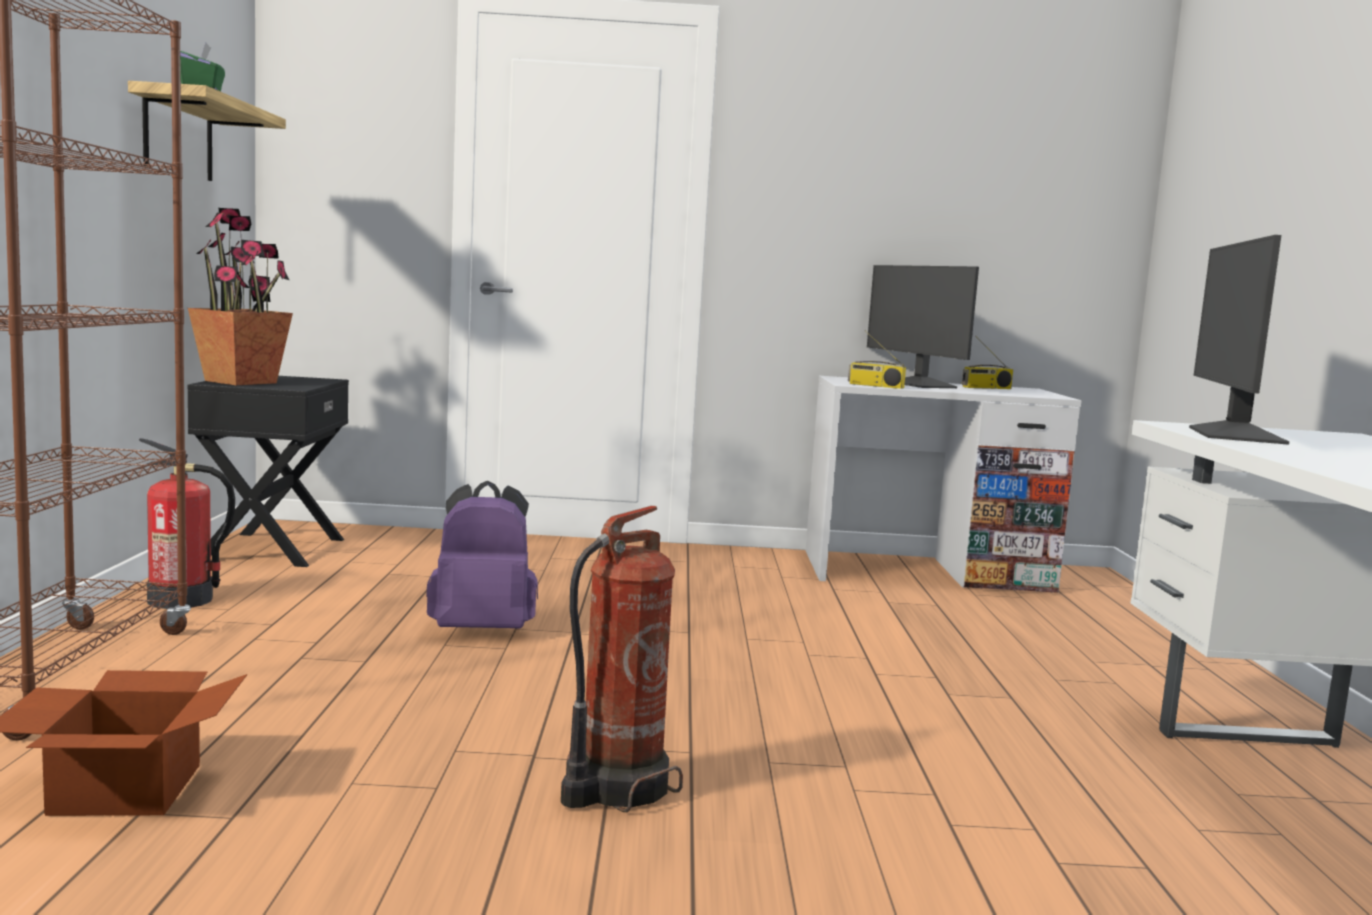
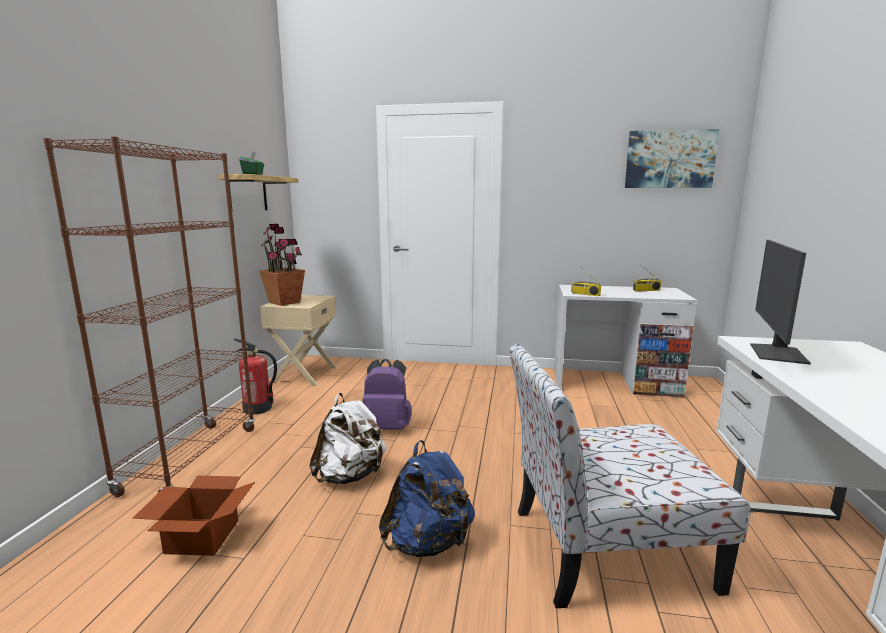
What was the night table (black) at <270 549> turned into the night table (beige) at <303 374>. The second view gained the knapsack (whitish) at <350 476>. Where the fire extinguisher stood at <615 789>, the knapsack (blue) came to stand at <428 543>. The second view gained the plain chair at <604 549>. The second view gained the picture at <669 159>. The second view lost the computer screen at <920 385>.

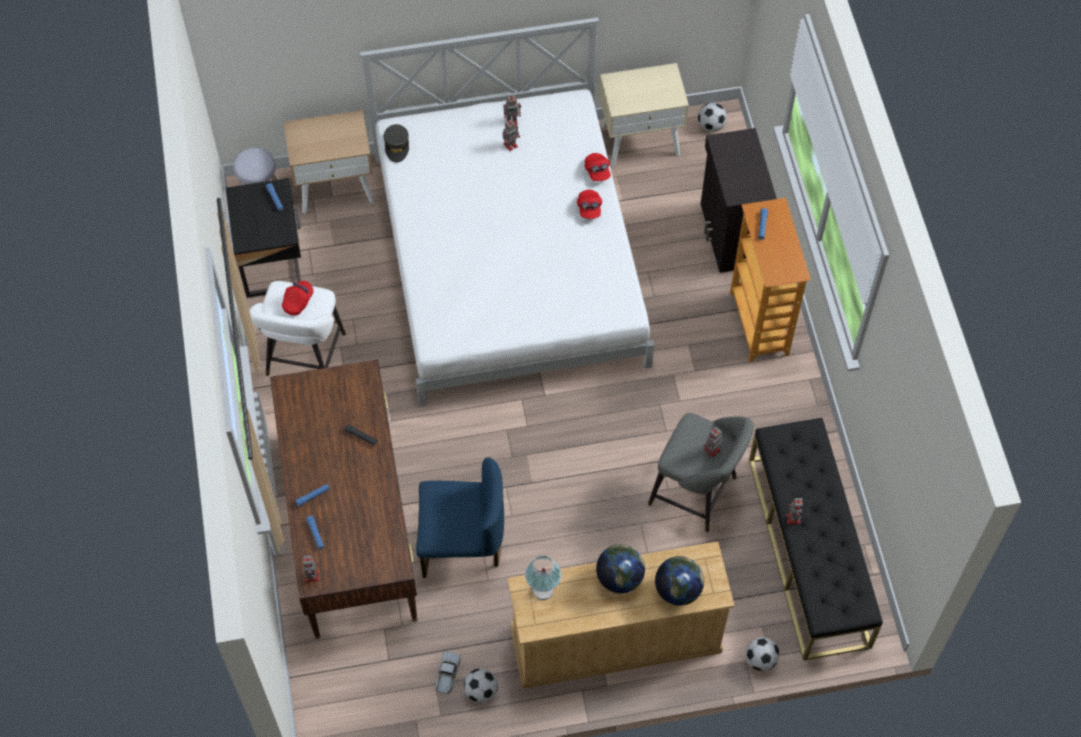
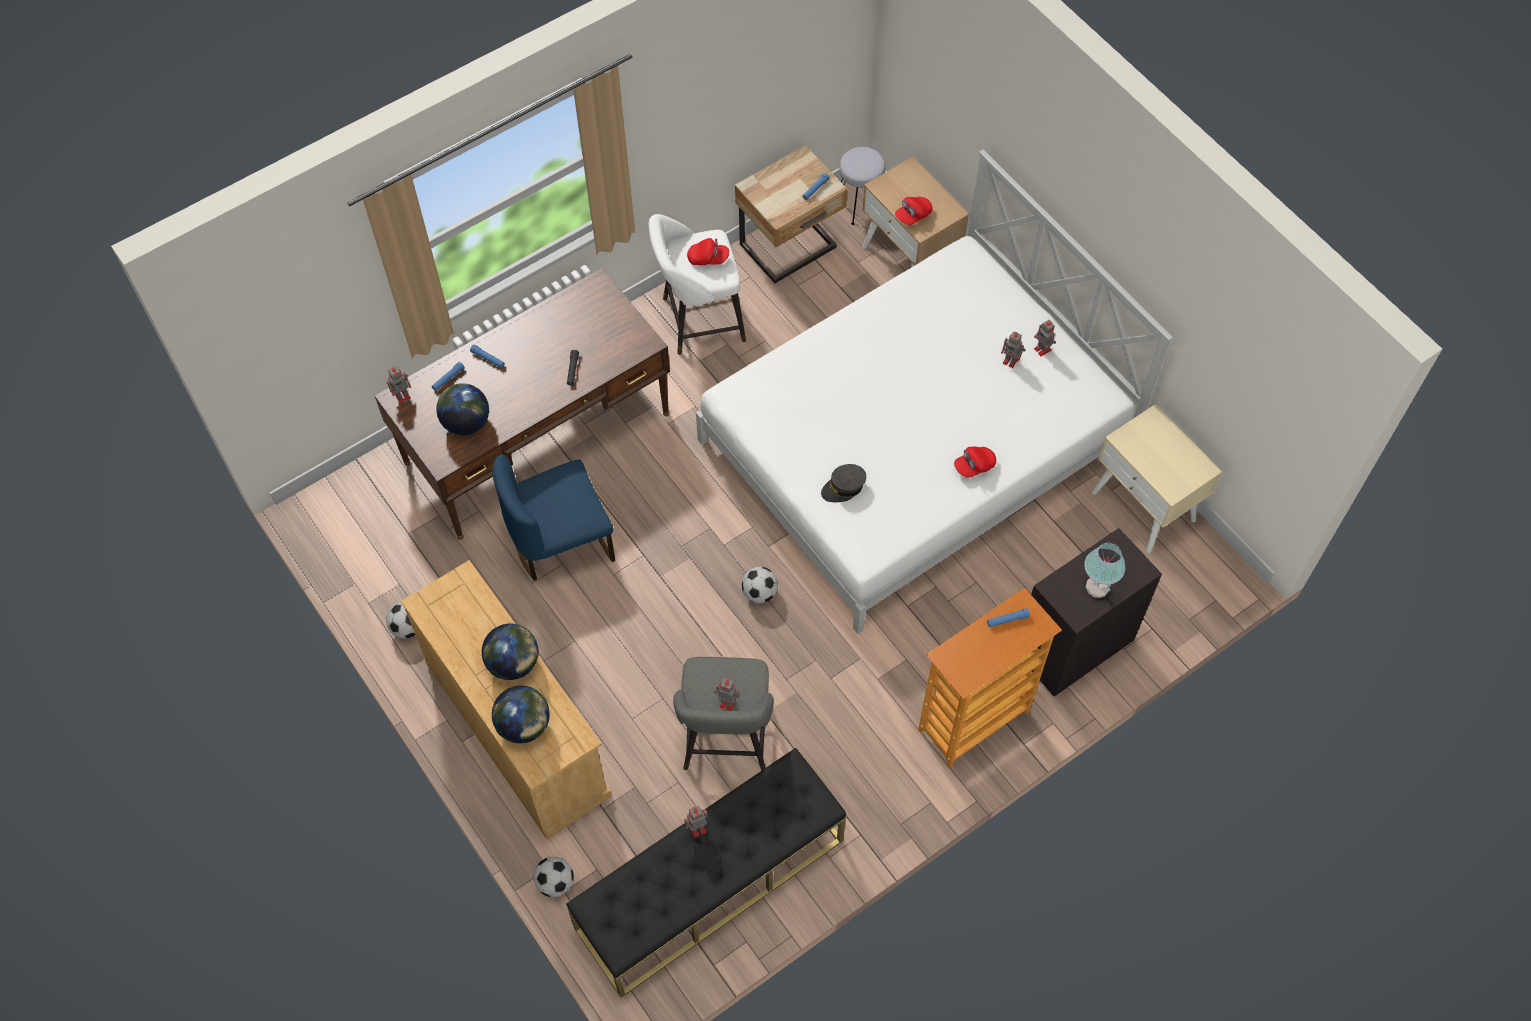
The second view gained the world globe at <466 423>. The plain chair (blue) at <461 544> ended up facing another way, 90 degrees clockwise from before. What was the night table (black) at <273 264> turned into the night table (beige) at <790 248>. The football ball ended up elsewhere, having gone from <711 125> to <760 593>. The baseball cap (grey) ended up elsewhere, having gone from <397 146> to <844 487>. The baseball cap (reddish) ended up elsewhere, having gone from <597 171> to <913 215>. The table lamp ended up elsewhere, having gone from <543 591> to <1096 587>. The second view lost the model truck at <447 675>.

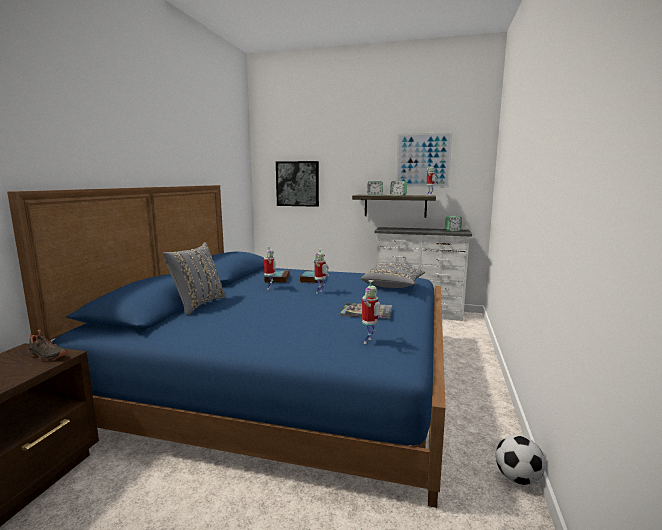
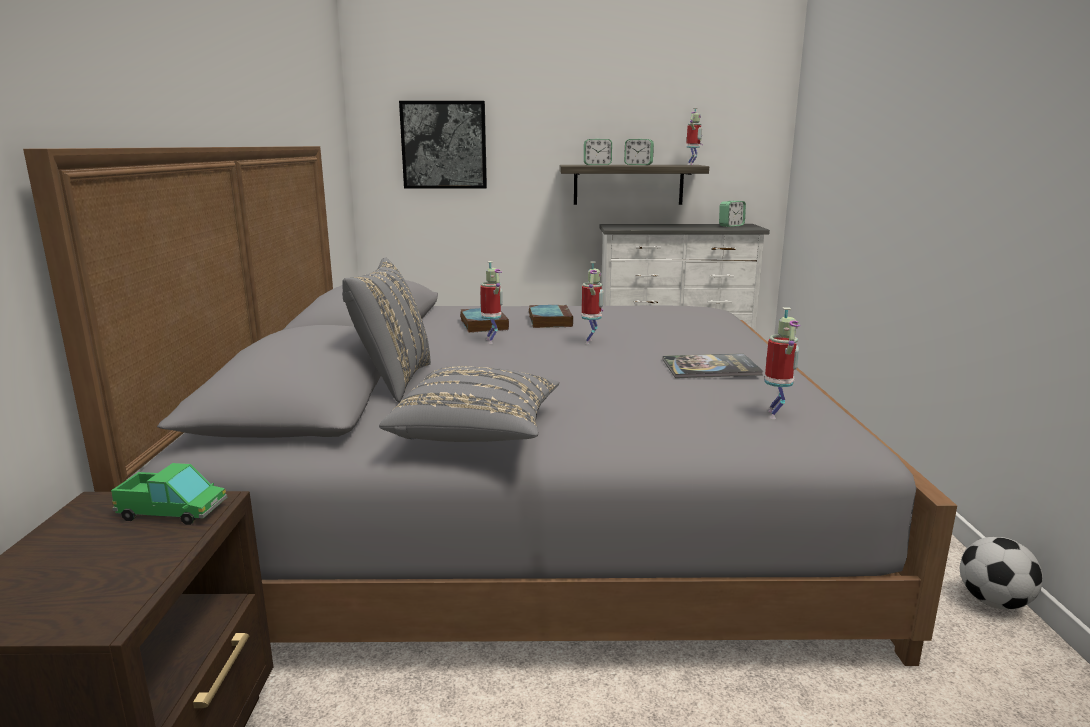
What was the bedroom bed (blue) at <286 376> turned into the bedroom bed (grey) at <531 500>. Where the item of footwear (black) stood at <46 356>, the model truck came to stand at <172 511>. The cushion (grey) ended up elsewhere, having gone from <393 286> to <477 432>. The second view lost the picture at <423 160>.

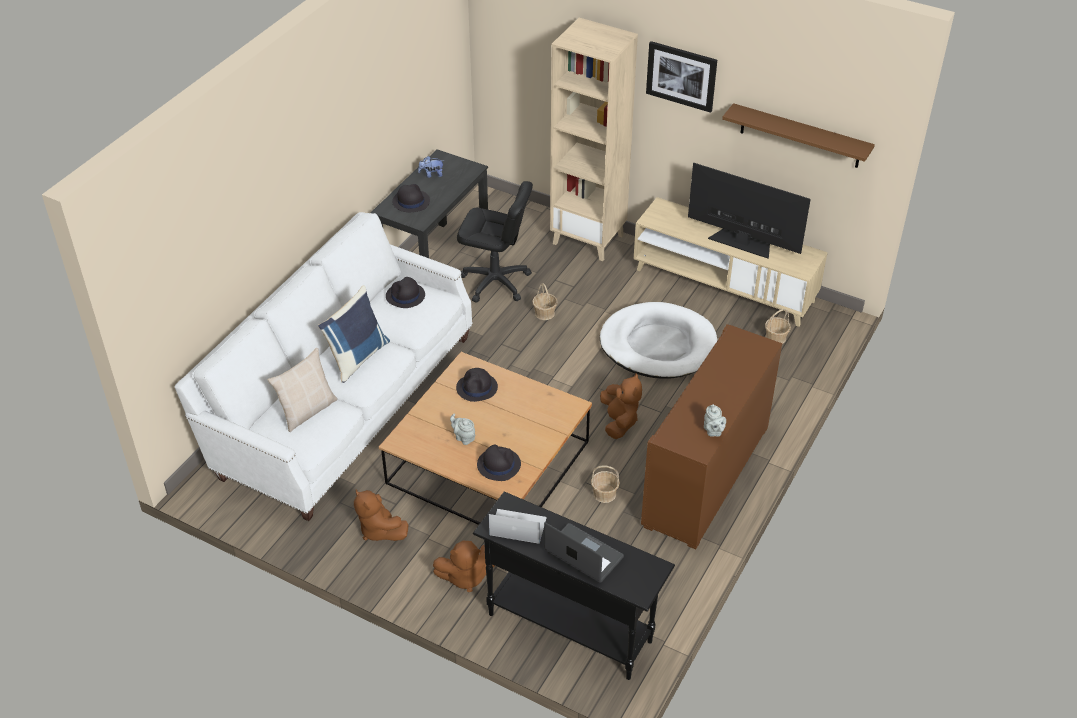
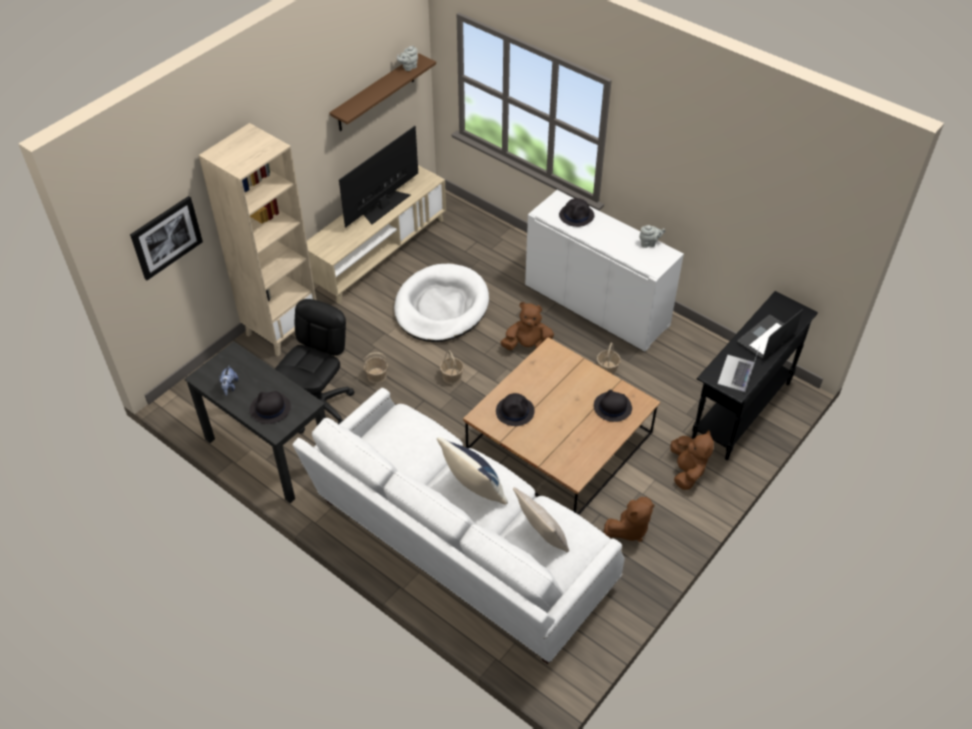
The picture ended up elsewhere, having gone from <681 76> to <166 237>. The tea pot (grey) ended up elsewhere, having gone from <463 437> to <408 67>. The household basket ended up elsewhere, having gone from <776 338> to <452 376>. What was the storage cabinet (brown-coloured) at <706 475> turned into the storage cabinet (whitish) at <596 305>. The hat (black) ended up elsewhere, having gone from <405 296> to <577 215>.

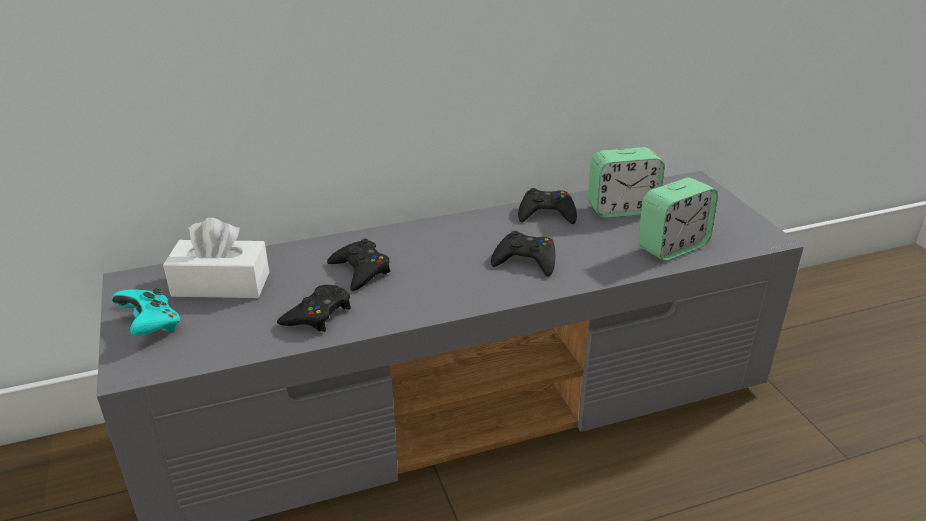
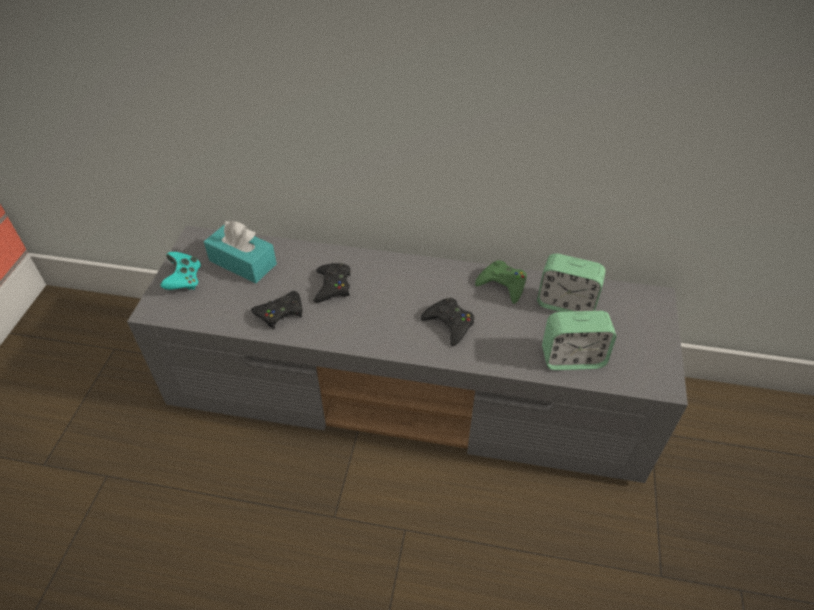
What was the box of tissues (whitish) at <221 284> turned into the box of tissues (turquoise) at <243 262>. What was the game controller (black) at <546 213> turned into the game controller (green-coloured) at <503 284>.

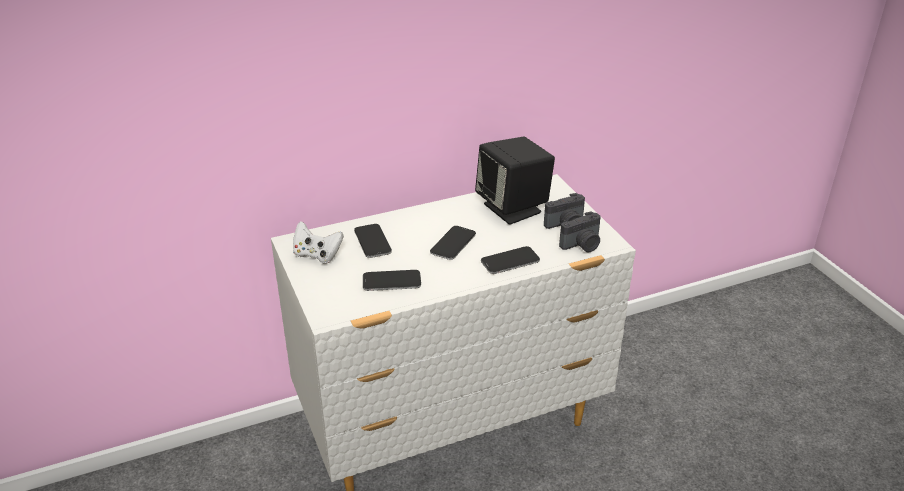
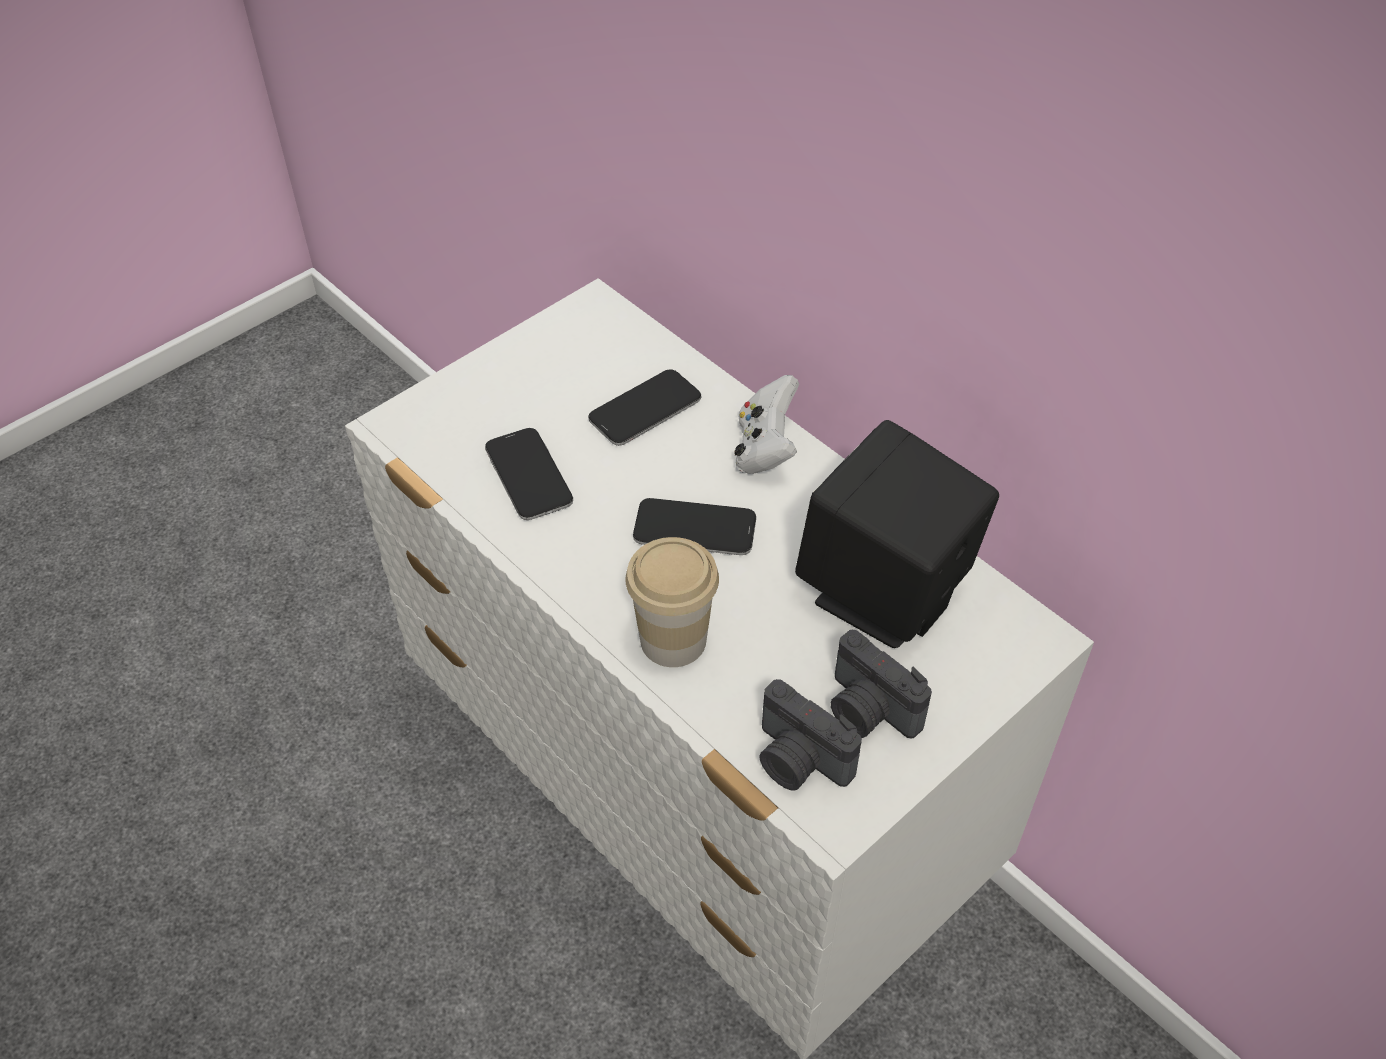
Where the telephone stood at <510 261>, the drinking cup came to stand at <673 640>. The game controller (whitish) ended up elsewhere, having gone from <317 255> to <765 448>.

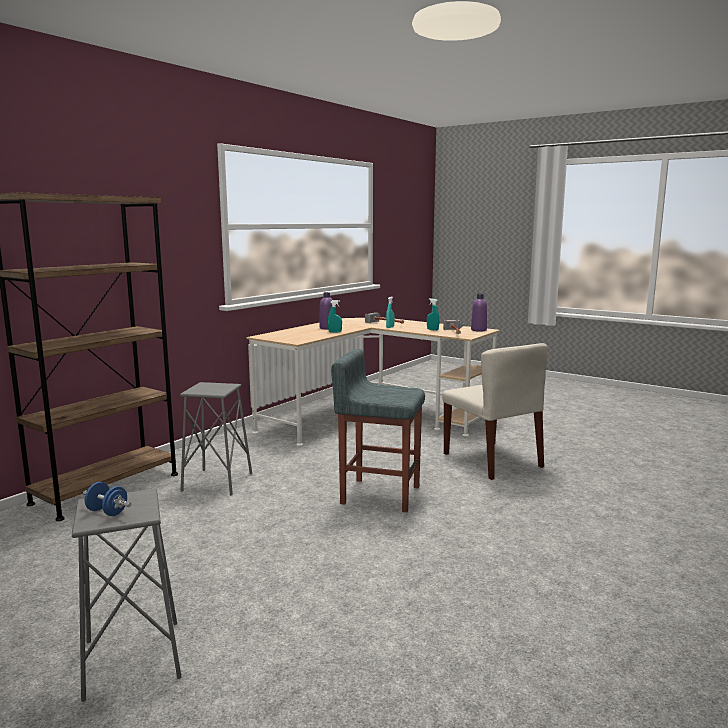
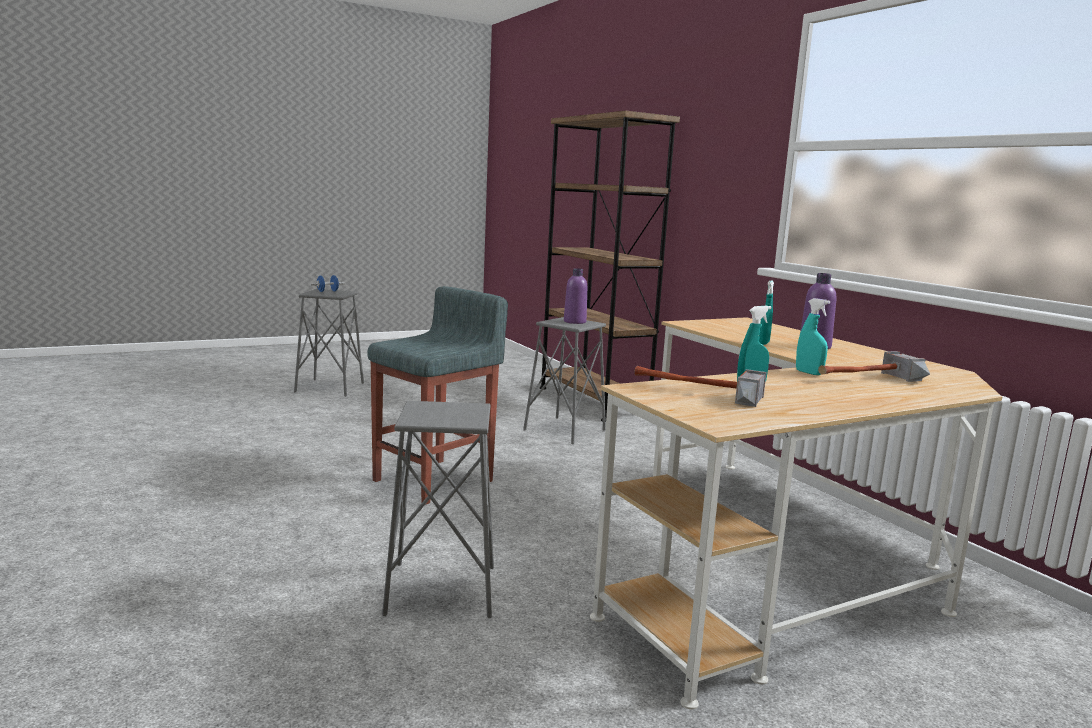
Where the plain chair (beige) stood at <493 460>, the stool seat (grey) came to stand at <441 589>. The bottle (purple-coloured) ended up elsewhere, having gone from <478 330> to <574 322>.

